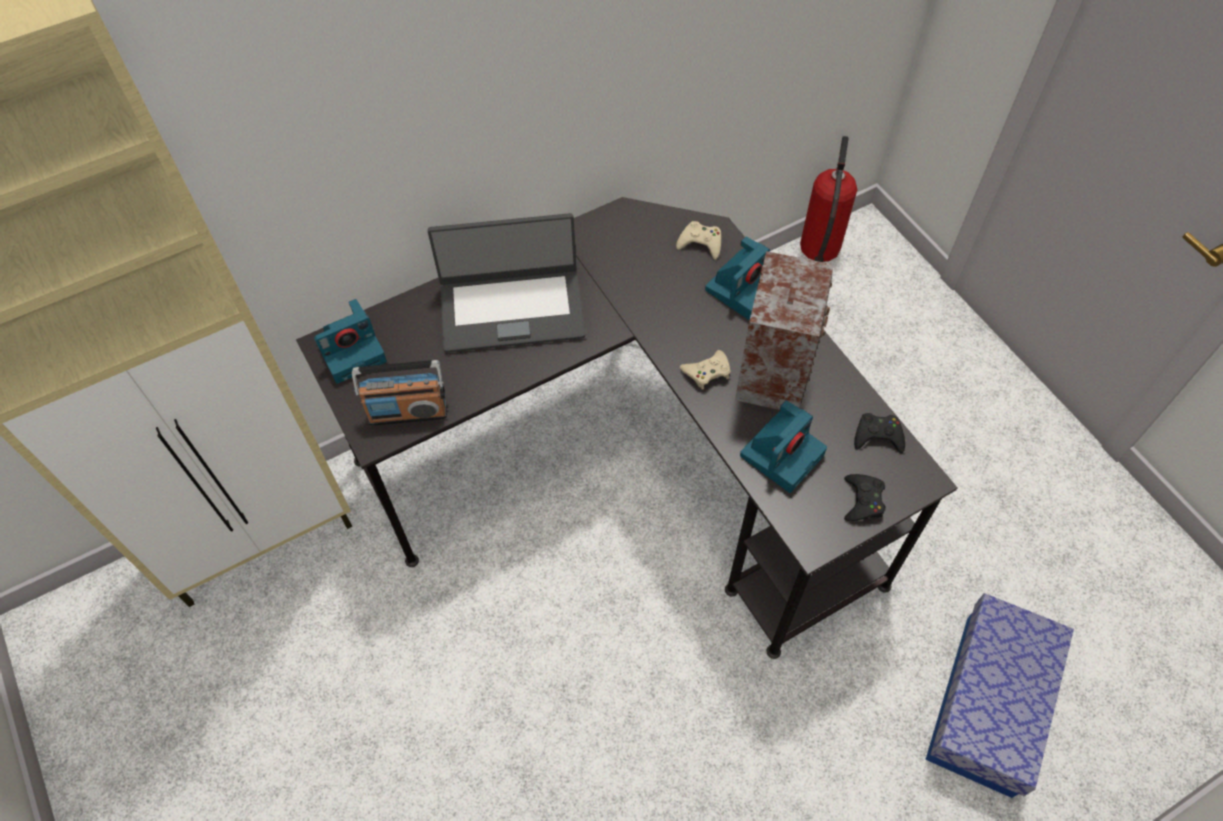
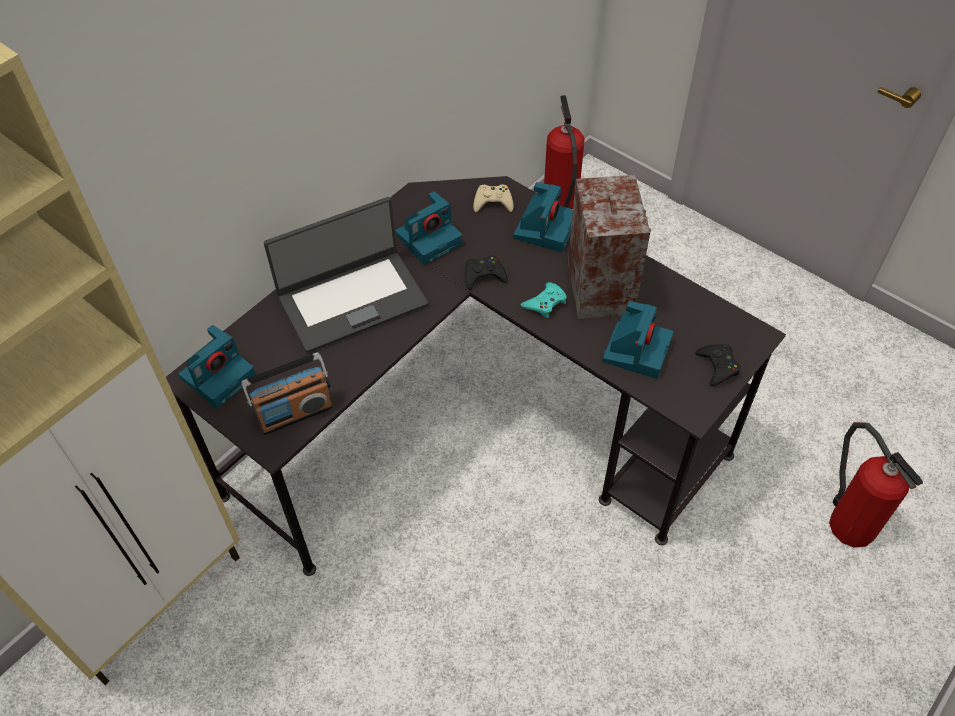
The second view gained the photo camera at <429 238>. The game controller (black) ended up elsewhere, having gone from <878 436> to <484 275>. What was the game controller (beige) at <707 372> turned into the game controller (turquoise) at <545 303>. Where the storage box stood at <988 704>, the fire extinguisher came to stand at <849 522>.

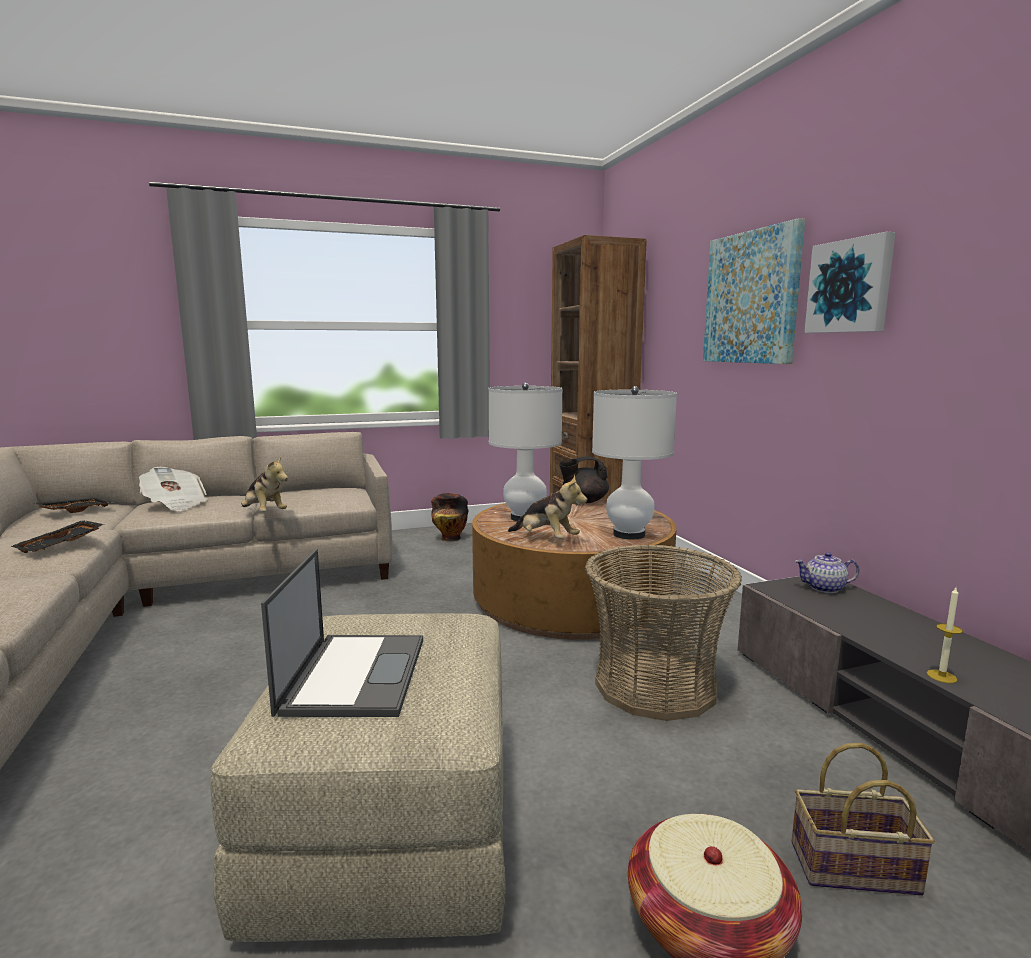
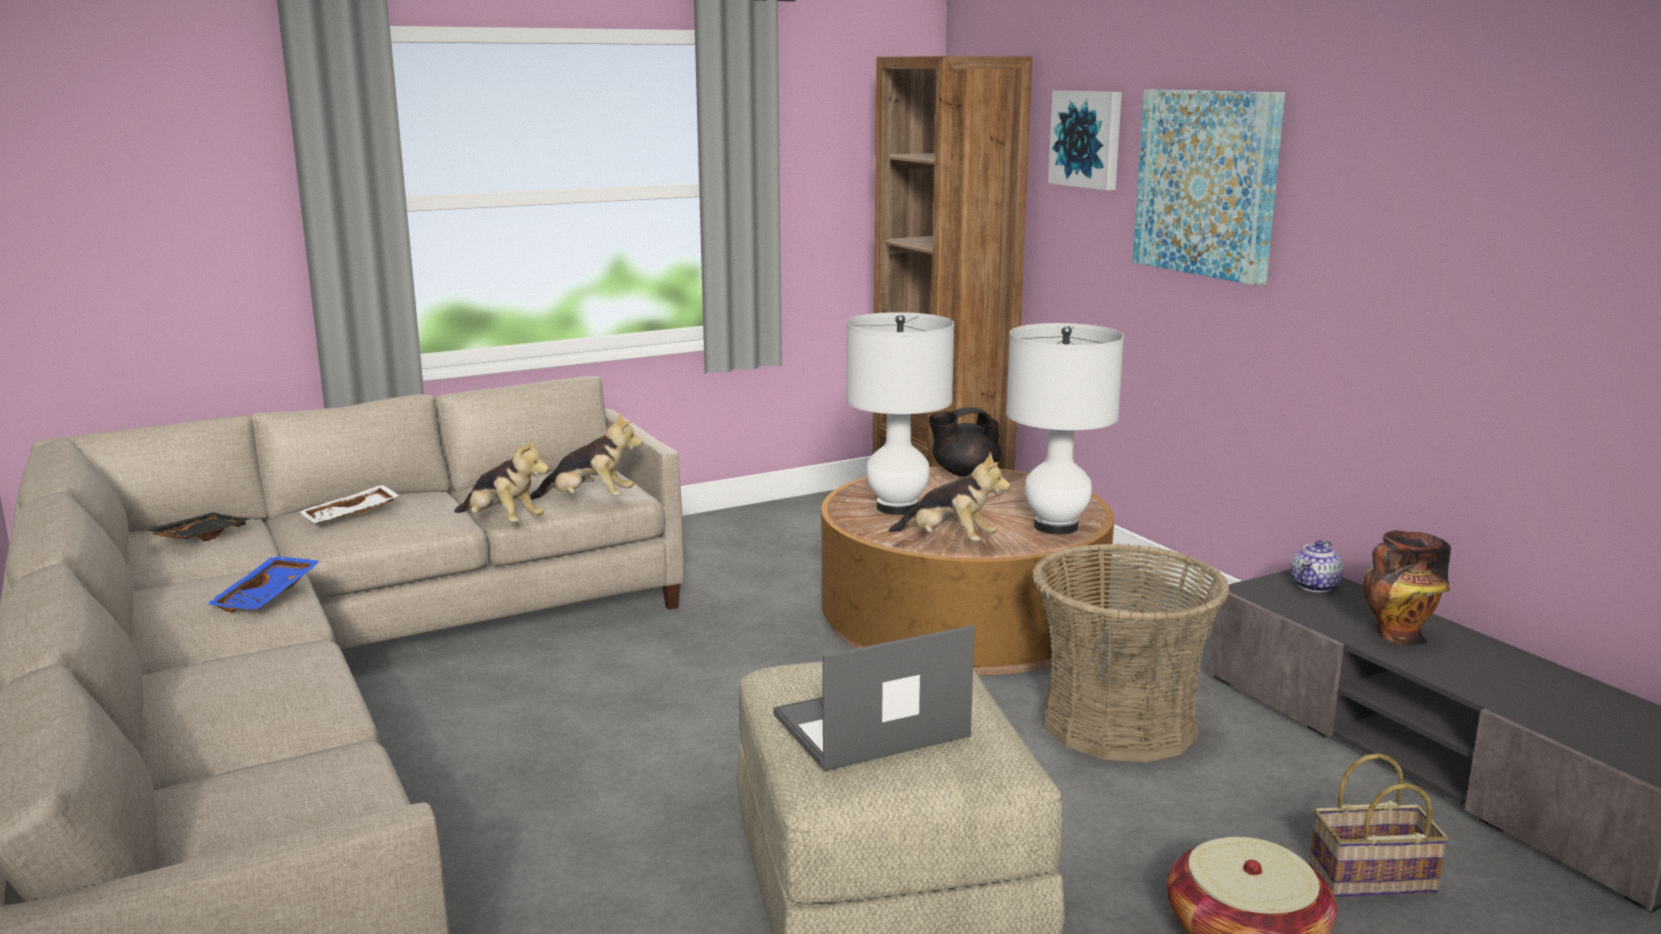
What was the tray (black) at <61 545> turned into the tray (blue) at <269 596>. Where the printed paper stood at <175 505>, the tray (whitish) came to stand at <351 516>. The second view gained the plush toy at <589 500>. The portable computer at <355 673> ended up facing another way, 105 degrees counterclockwise from before. The picture ended up elsewhere, having gone from <850 286> to <1088 139>. The tea pot at <825 588> ended up facing another way, 45 degrees counterclockwise from before. The vase ended up elsewhere, having gone from <449 538> to <1399 636>. The second view lost the candle at <941 676>.

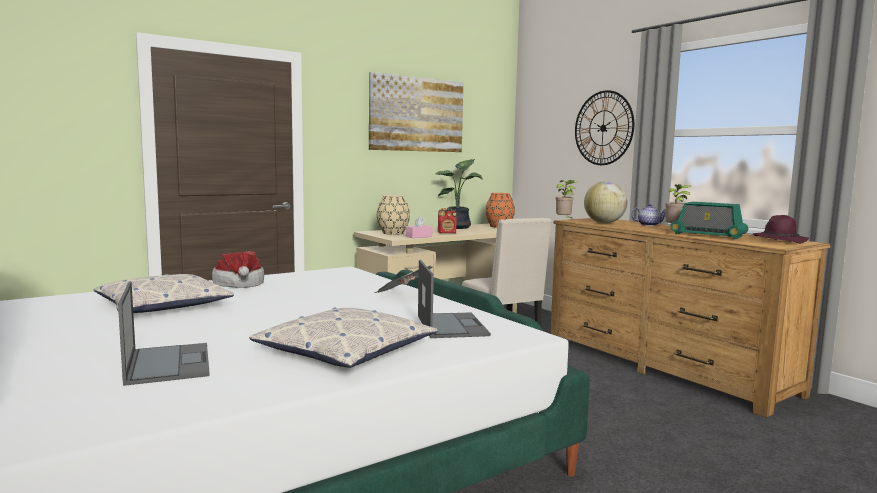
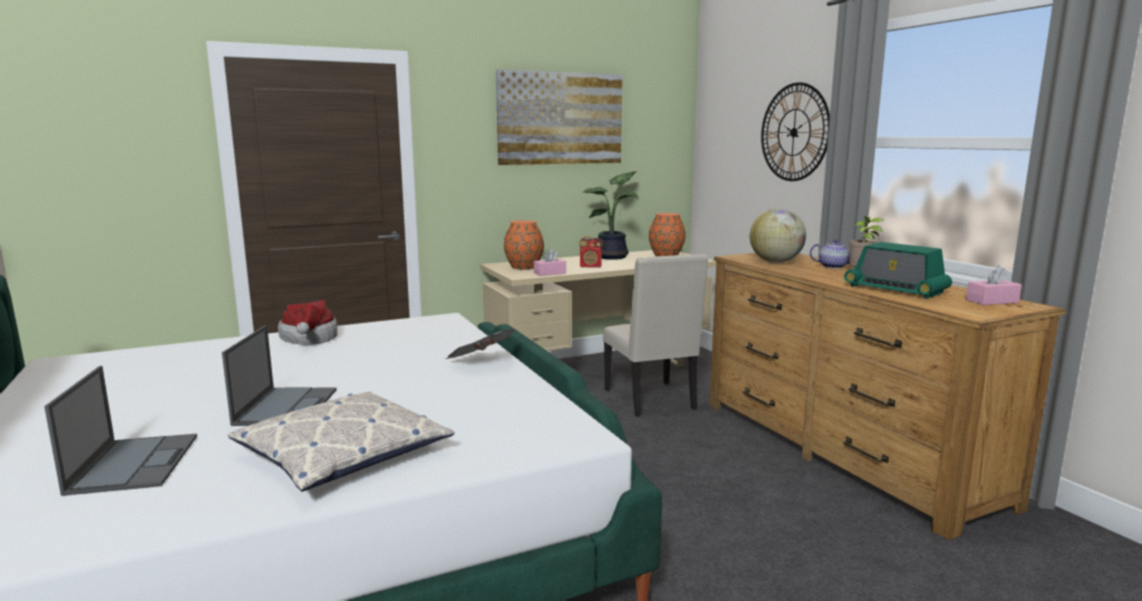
The portable computer ended up elsewhere, having gone from <451 325> to <286 406>. What was the vase (beige) at <393 233> turned into the vase (orangey) at <524 267>. Where the hat (purple-coloured) stood at <779 240>, the box of tissues (pink) came to stand at <992 301>. The second view lost the cushion at <163 306>. The second view lost the potted plant at <564 220>.

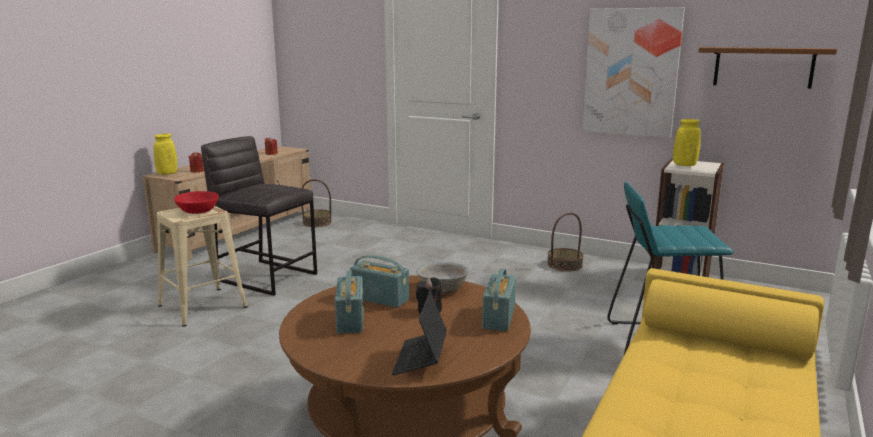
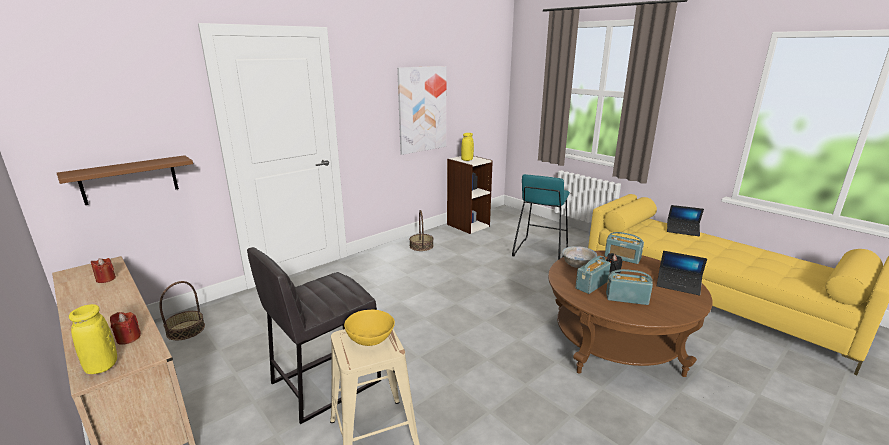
The shelf (brown-coloured) ended up elsewhere, having gone from <763 67> to <129 180>. What was the serving bowl (reddish) at <198 212> turned into the serving bowl (yellow-coloured) at <370 338>. The second view gained the portable computer at <682 231>.

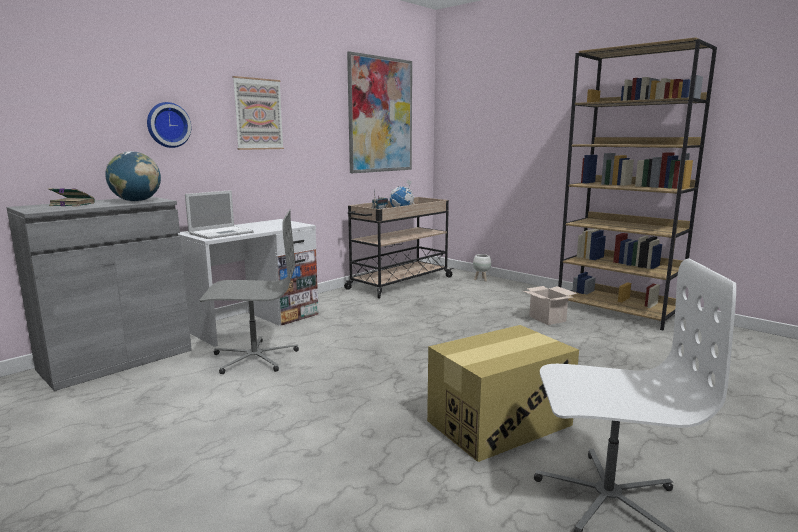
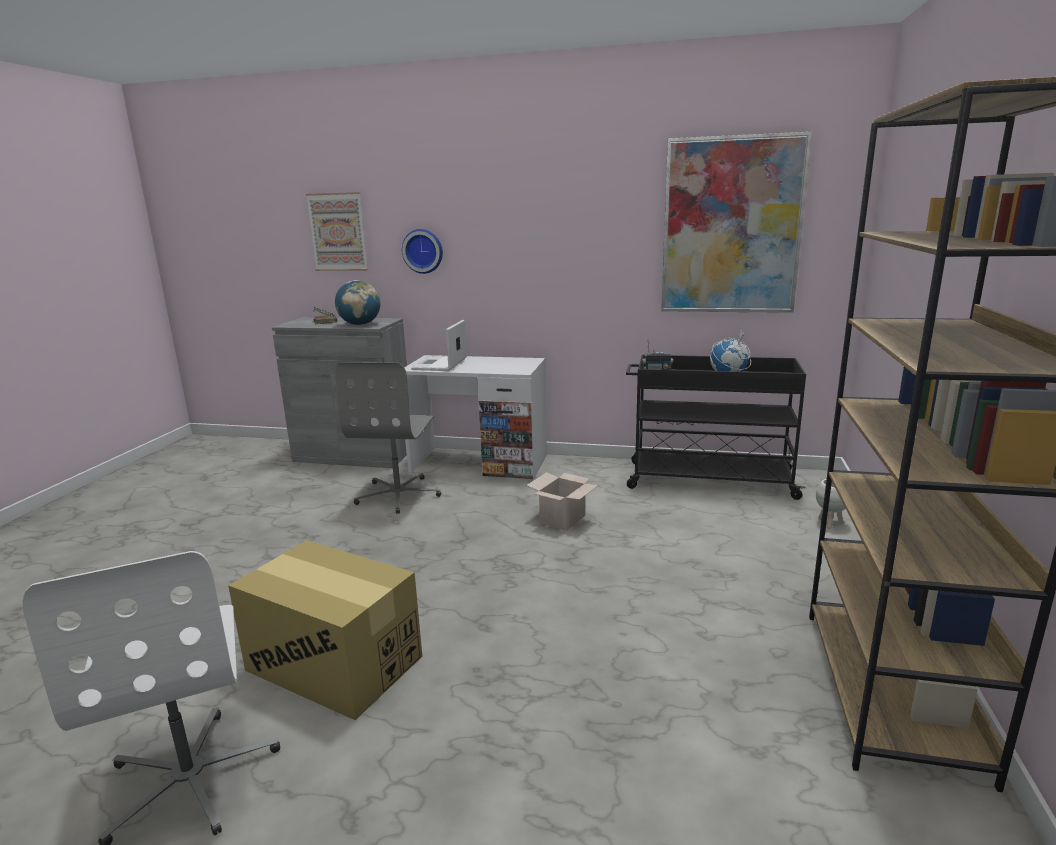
The picture ended up elsewhere, having gone from <258 114> to <338 232>. The office chair (grey) at <254 357> ended up facing another way, 45 degrees clockwise from before. The portable computer at <222 233> ended up facing another way, 90 degrees clockwise from before. The packing box ended up elsewhere, having gone from <548 319> to <562 520>. What was the trolley (beige) at <399 283> turned into the trolley (black) at <708 480>.

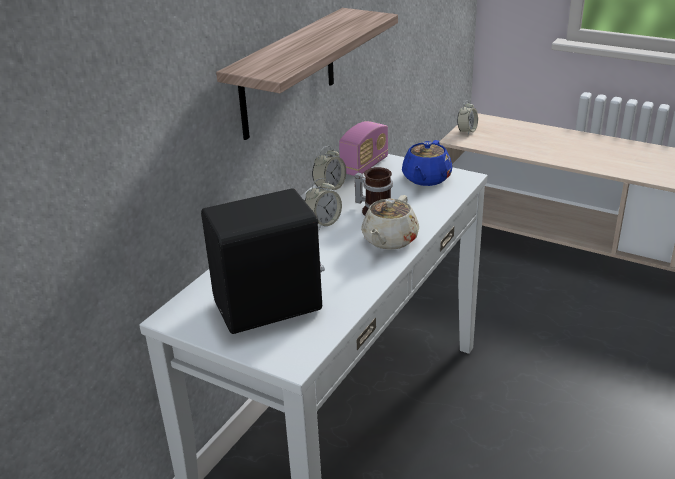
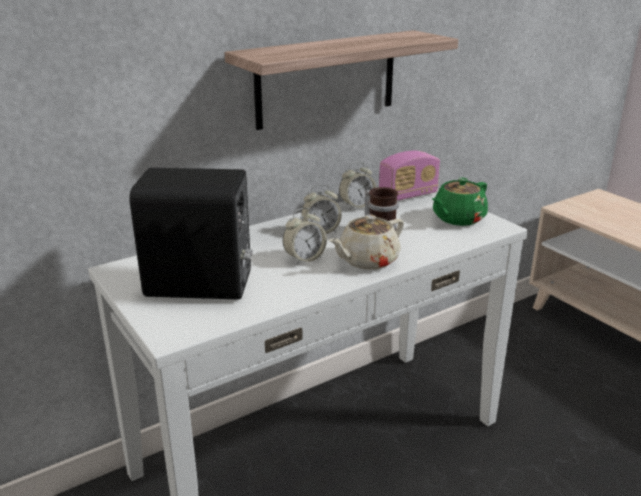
The alarm clock ended up elsewhere, having gone from <467 131> to <304 258>. What was the tea pot (blue) at <426 179> turned into the tea pot (green-coloured) at <457 219>.

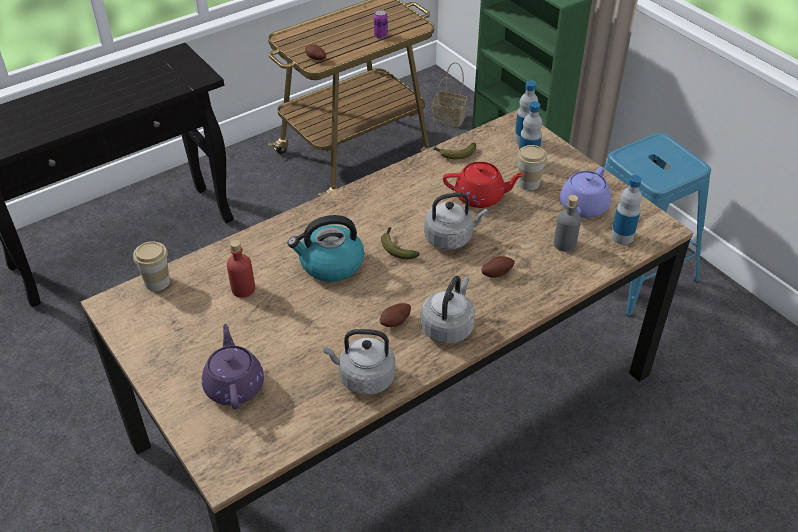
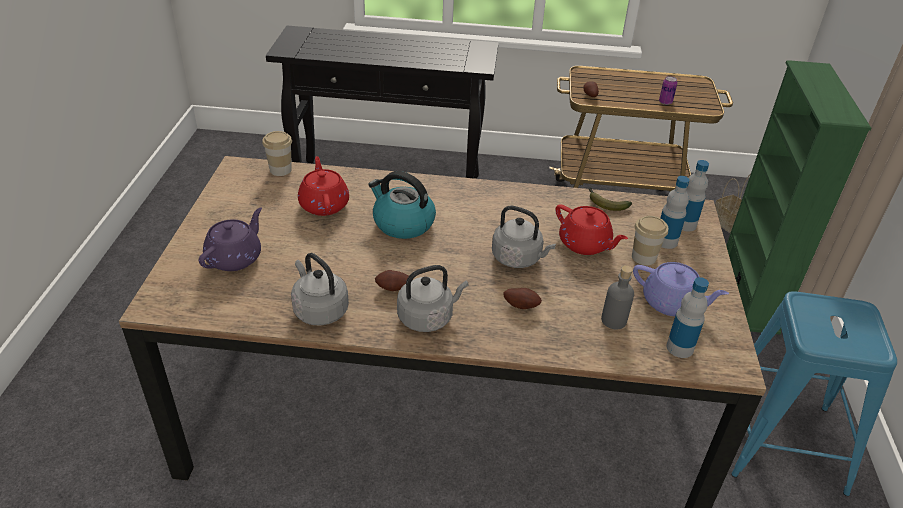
Where the bottle (reddish) stood at <243 289>, the tea pot (reddish) came to stand at <324 204>. The tea pot (purple-coloured) at <583 207> ended up facing another way, 135 degrees counterclockwise from before. The second view lost the banana at <396 247>.

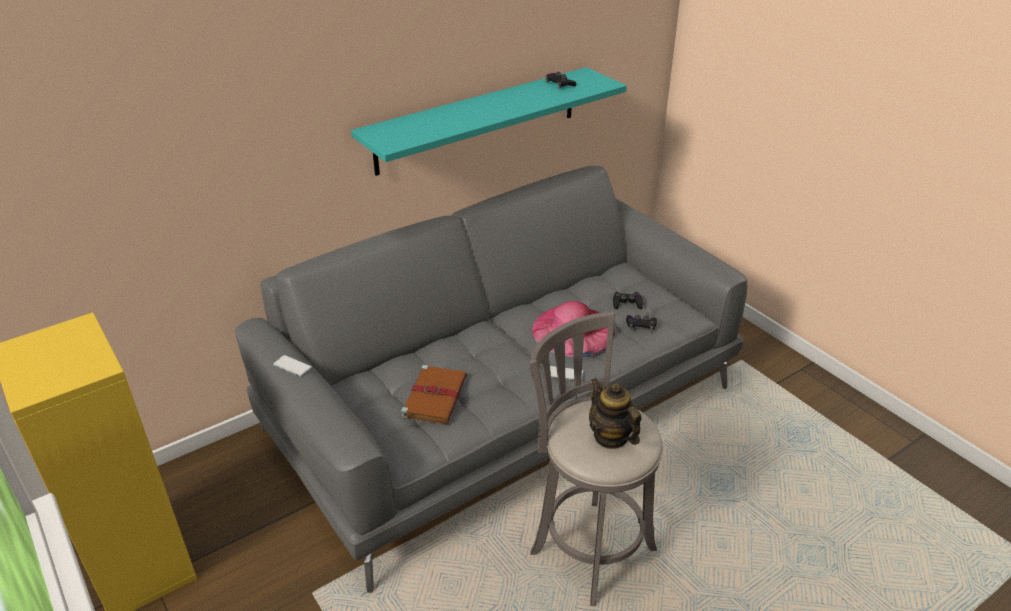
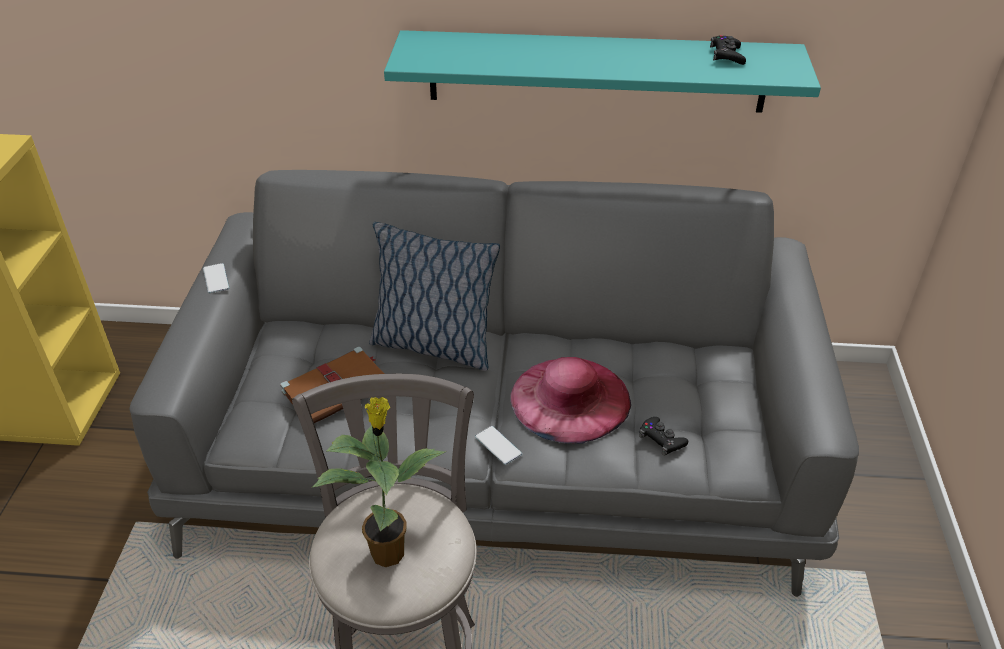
Where the tea pot stood at <611 437>, the potted plant came to stand at <389 551>. The second view gained the cushion at <433 345>. The second view lost the game controller (black) at <627 303>.

